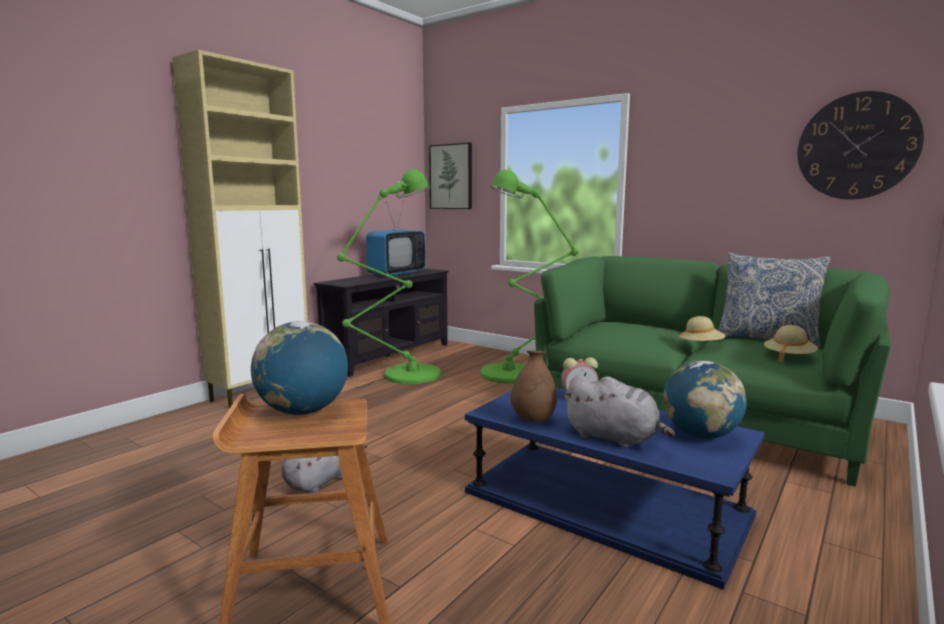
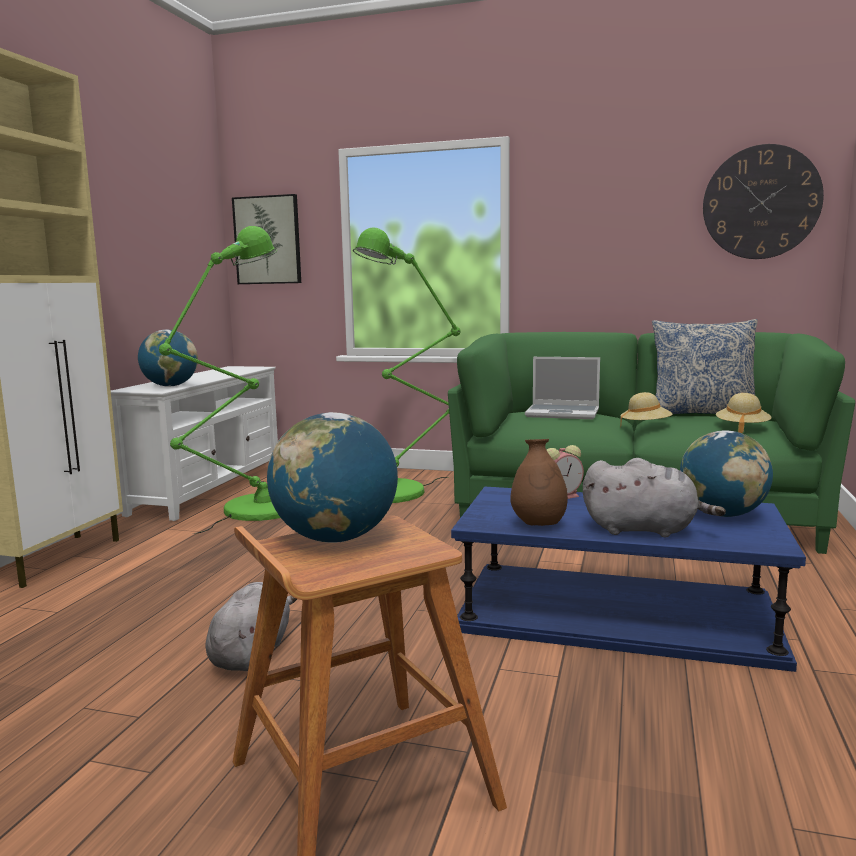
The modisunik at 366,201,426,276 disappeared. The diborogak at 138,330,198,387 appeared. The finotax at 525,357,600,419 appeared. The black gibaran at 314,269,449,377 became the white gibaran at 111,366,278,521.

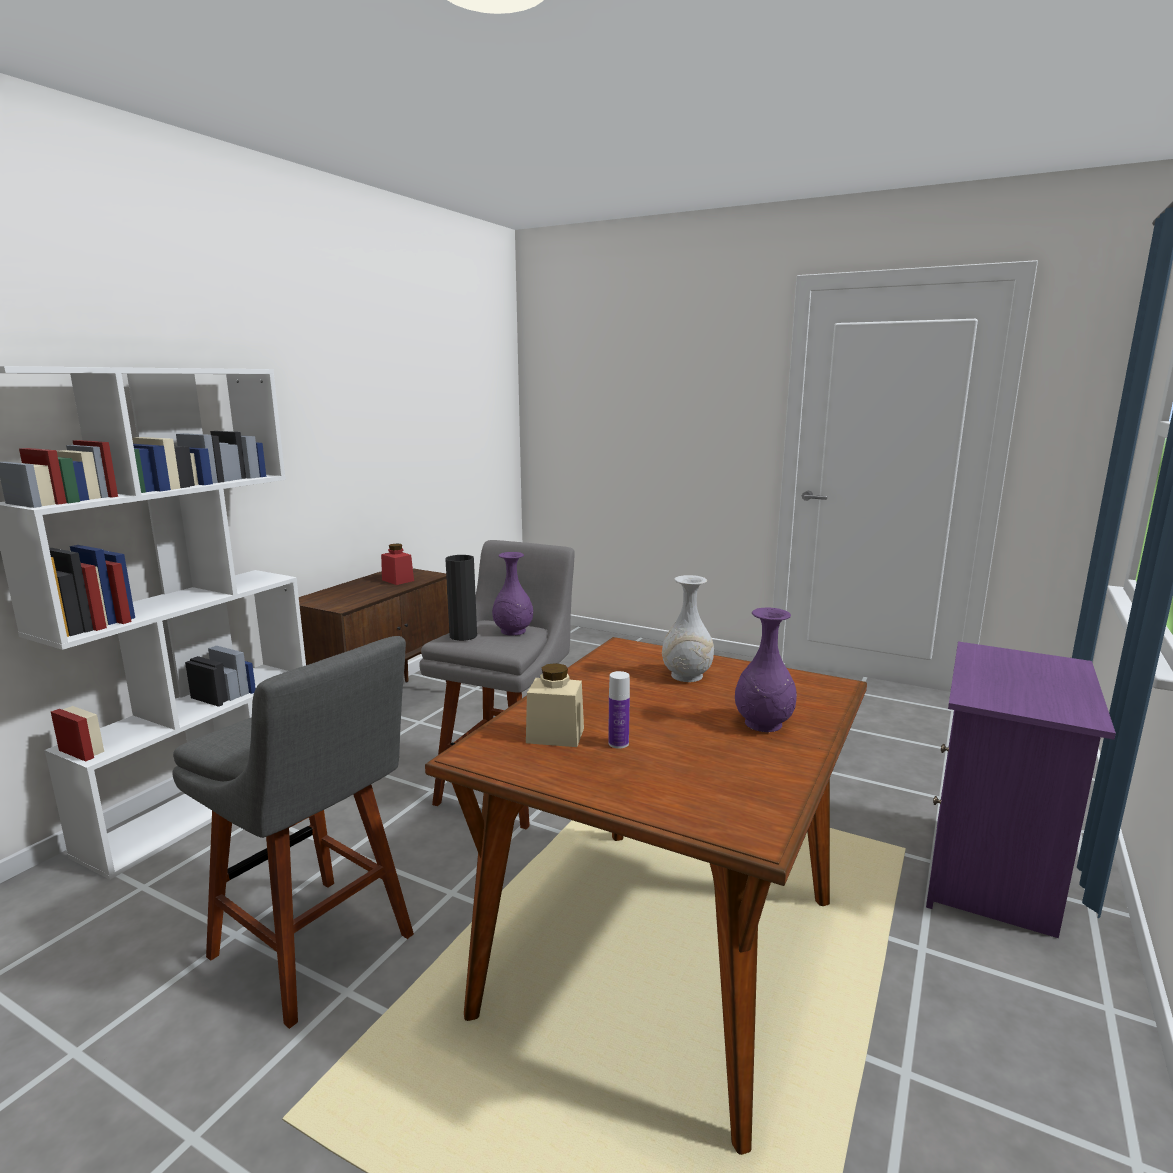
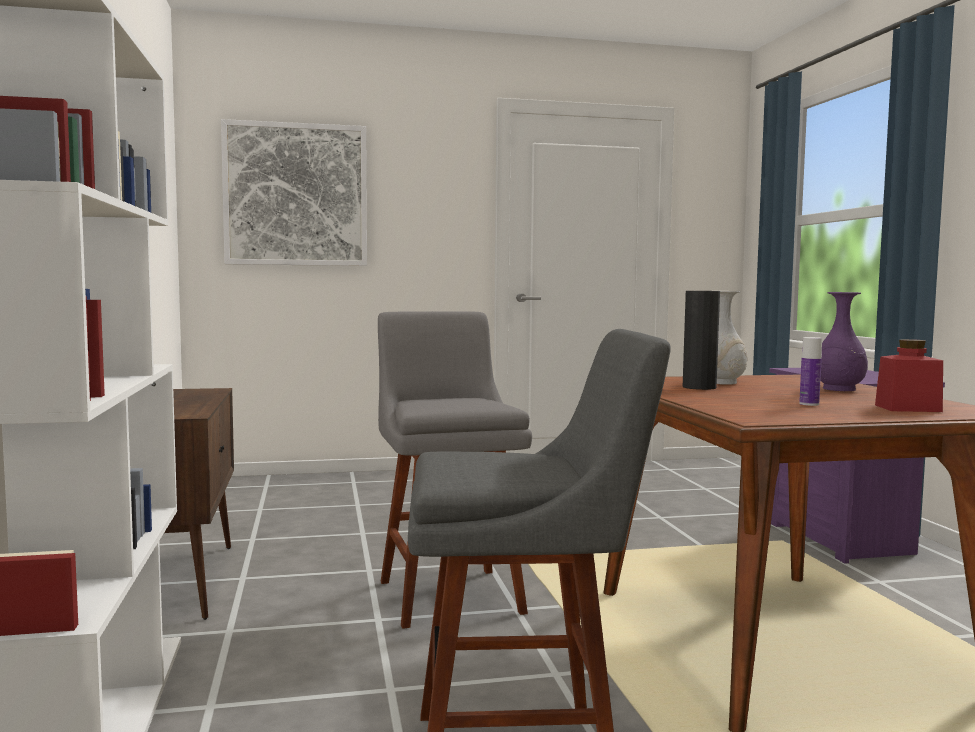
The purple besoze at 492,552,533,636 disappeared. The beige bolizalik at 526,663,584,747 disappeared. The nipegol at 221,119,367,266 appeared. The red bolizalik moved from 381,544,414,585 to 875,339,943,412. The black besoze moved from 445,555,477,641 to 683,291,720,390.

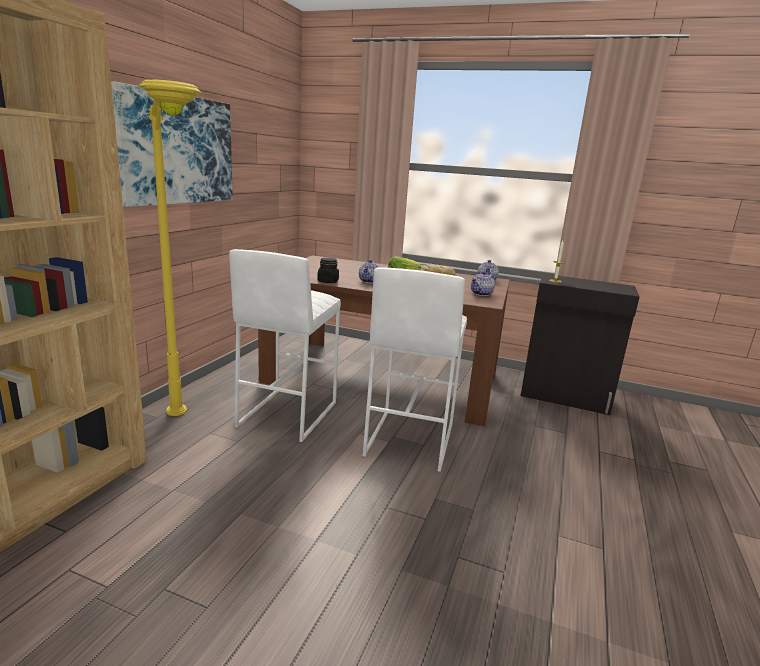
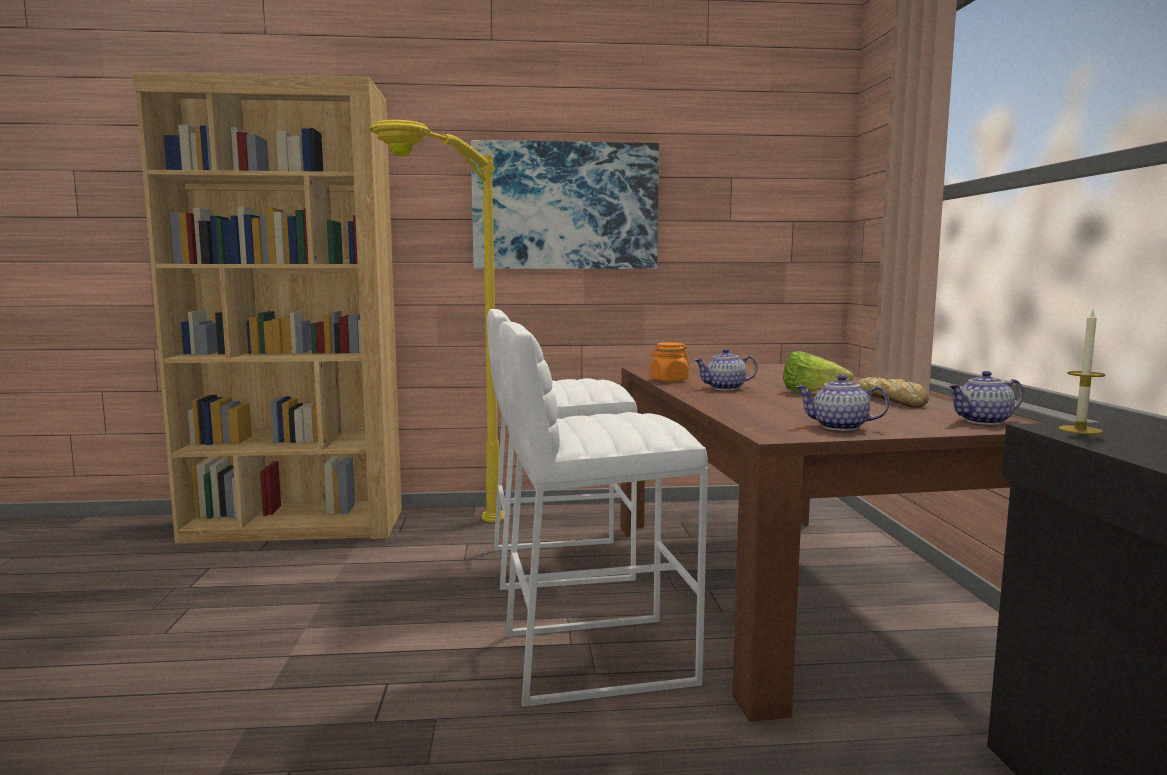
The black bolizalik at 317,258,339,283 became the orange bolizalik at 649,342,689,382.

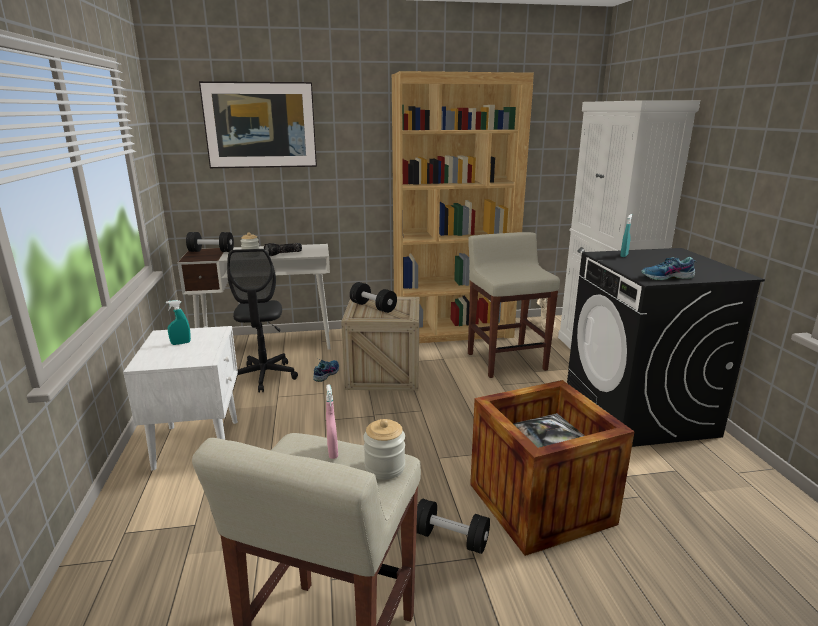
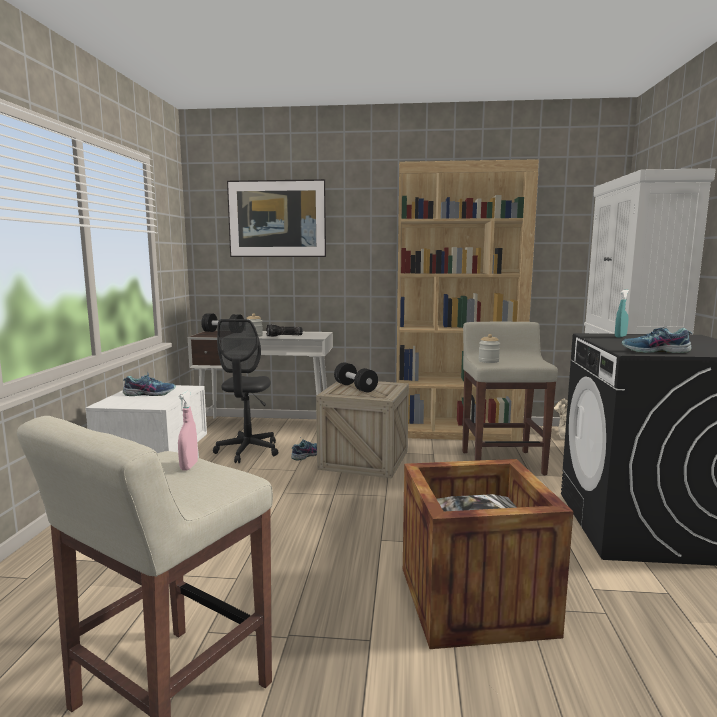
The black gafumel at 416,499,490,554 disappeared. The bolizalik moved from 363,419,405,480 to 478,334,500,363. The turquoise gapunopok at 166,300,191,345 was replaced by the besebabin at 123,374,176,396.

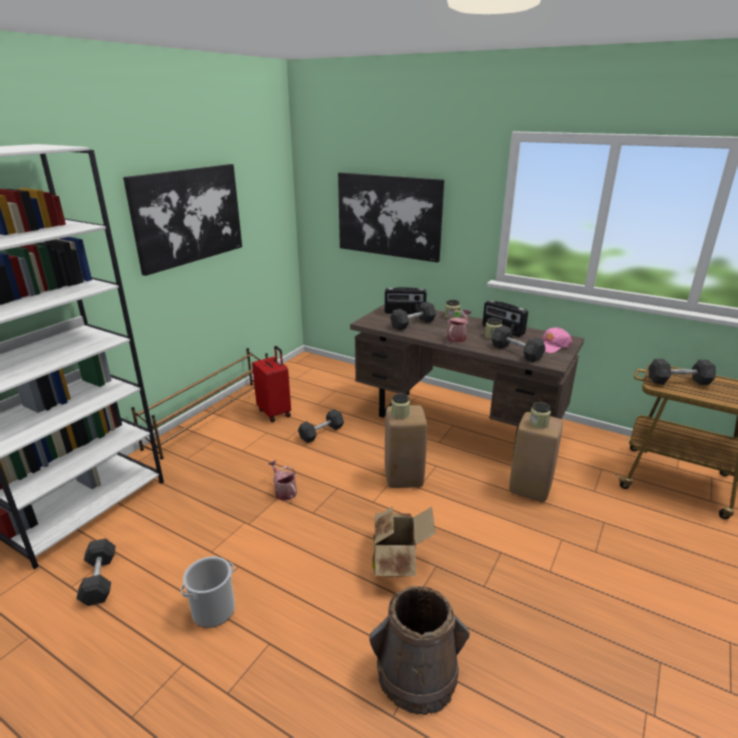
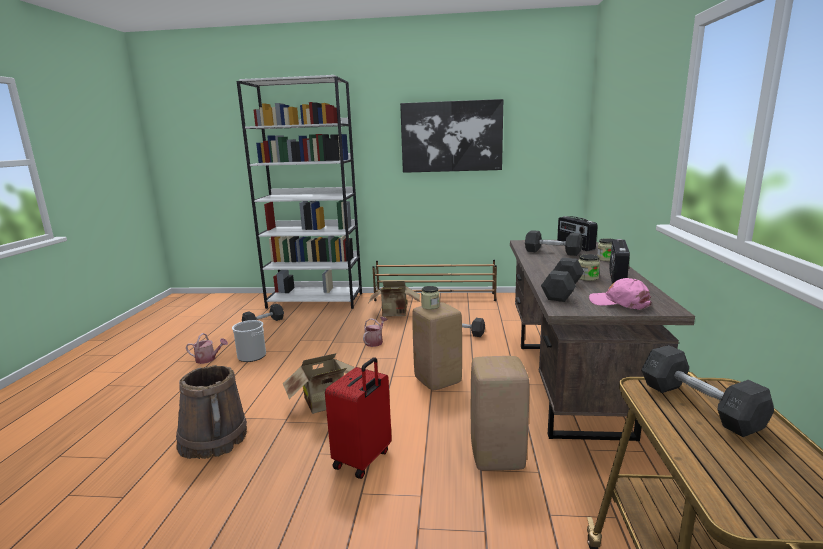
The nipegol at 338,172,444,263 disappeared. The bolizalik at 529,402,551,428 disappeared. The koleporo at 369,281,420,317 appeared. The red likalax moved from 252,346,291,422 to 325,357,392,479. The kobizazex moved from 447,310,471,343 to 186,333,228,364.

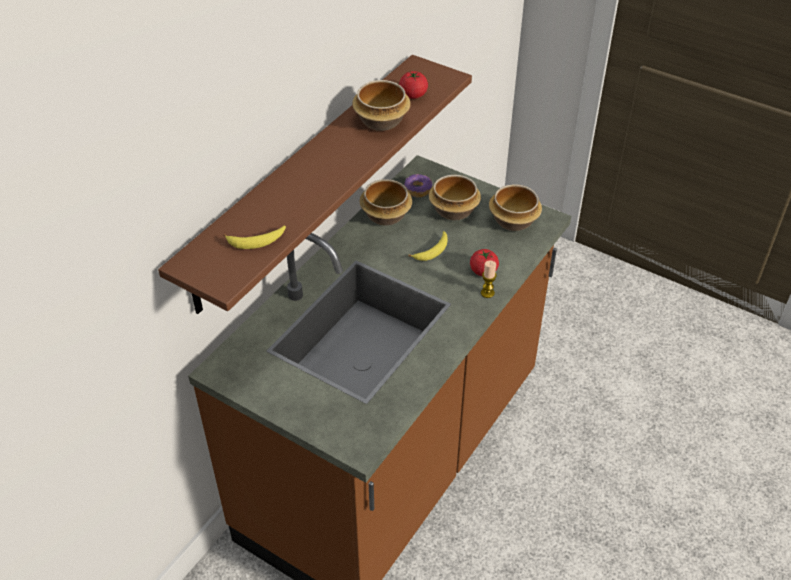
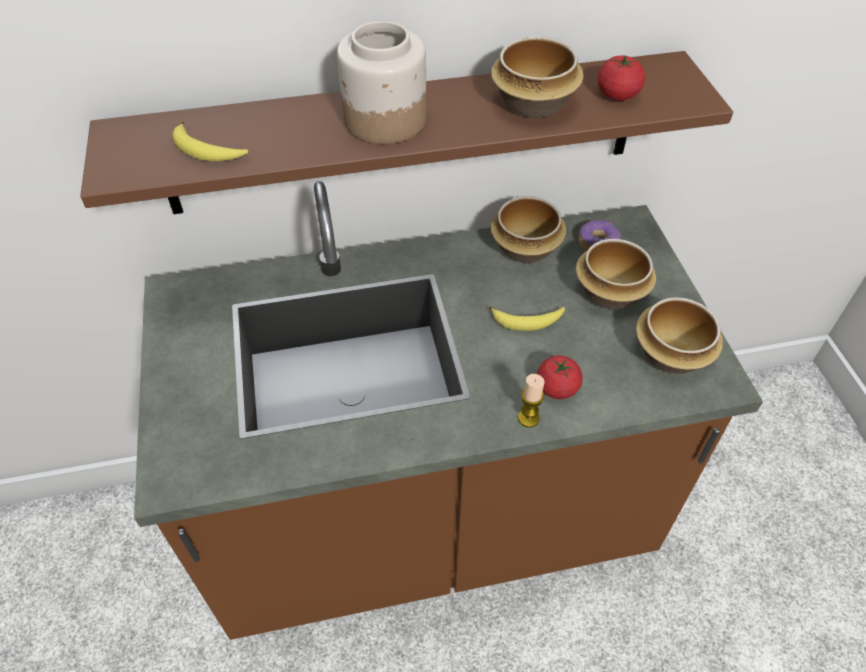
The bolizalik at 337,21,426,144 appeared.

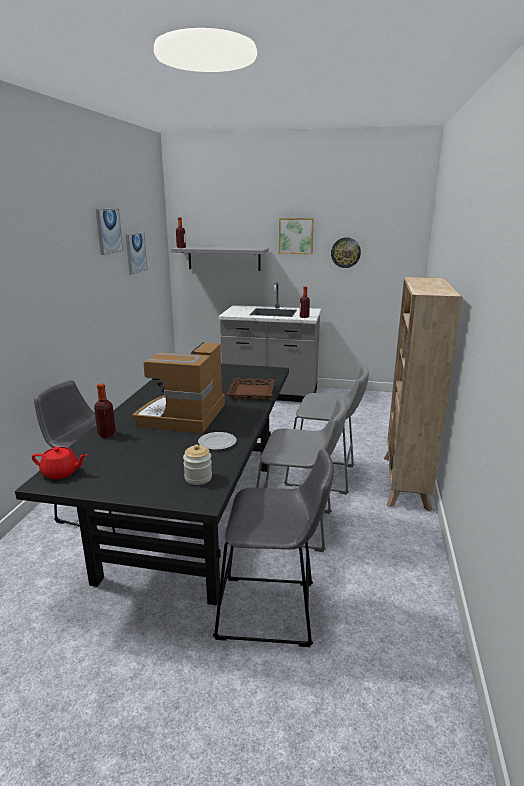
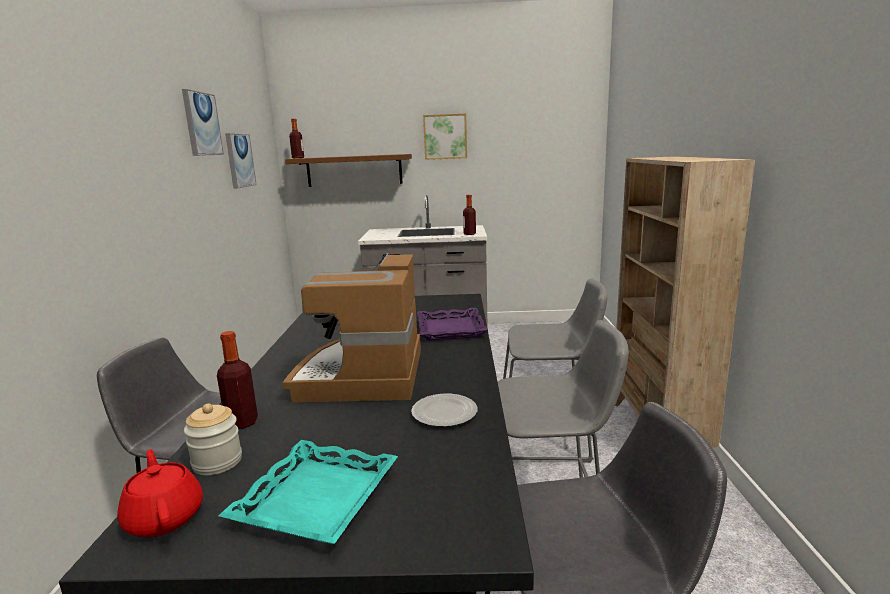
The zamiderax at 331,238,361,268 disappeared. The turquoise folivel at 218,440,398,544 appeared. The bolizalik moved from 183,444,212,485 to 184,404,242,475. The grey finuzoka at 171,247,269,271 became the brown finuzoka at 285,154,412,187. The brown folivel at 227,378,275,400 became the purple folivel at 417,308,488,340. The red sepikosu at 32,447,87,479 turned 120 degrees counterclockwise.

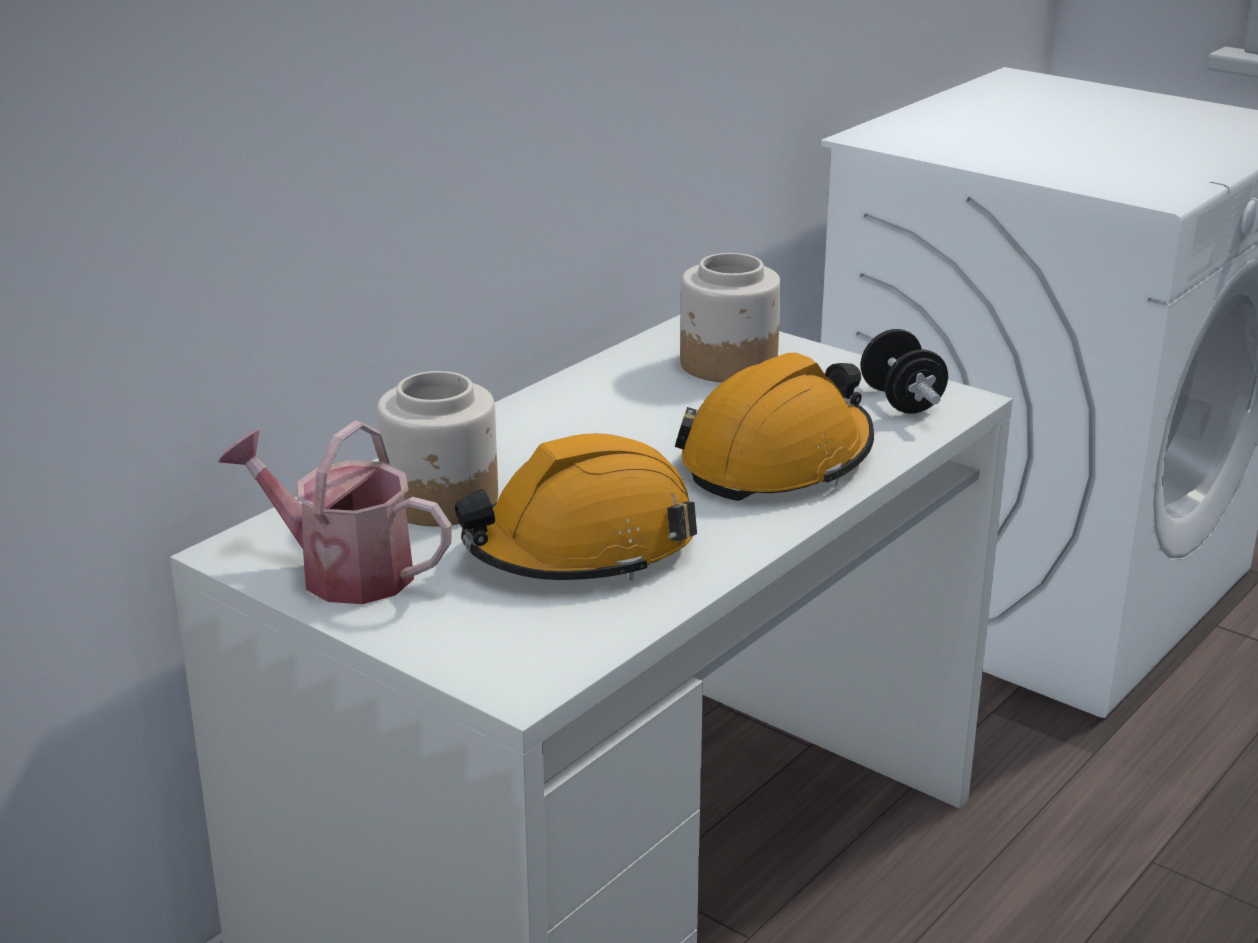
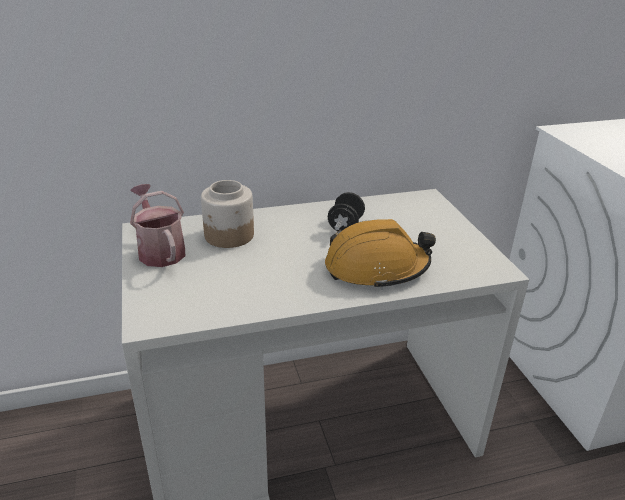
The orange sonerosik at 455,434,697,581 disappeared. The bolizalik at 680,253,781,383 disappeared. The black gafumel moved from 861,329,948,414 to 328,192,365,231.

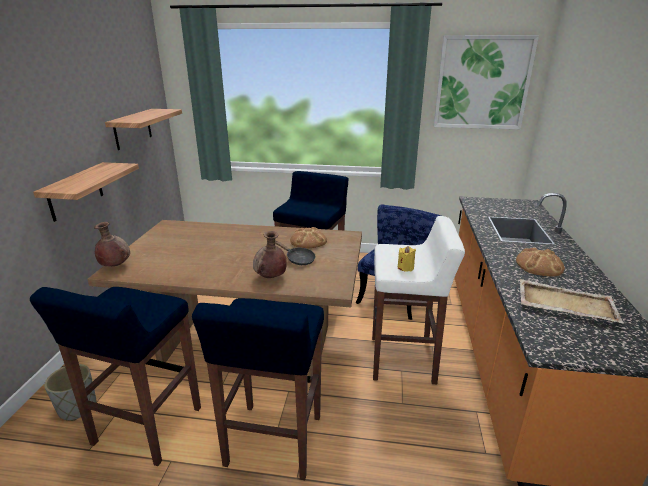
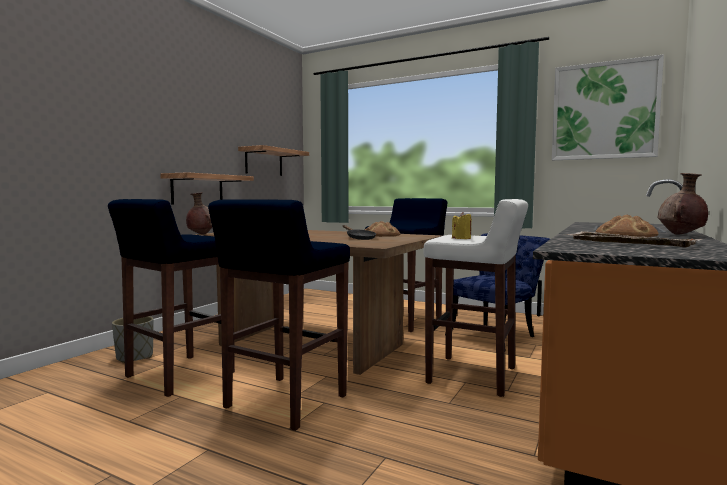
The brown besoze moved from 253,231,287,278 to 658,173,708,235.

